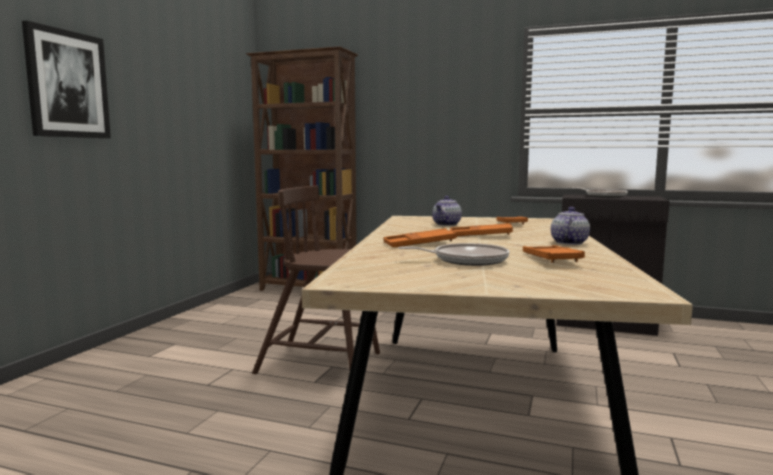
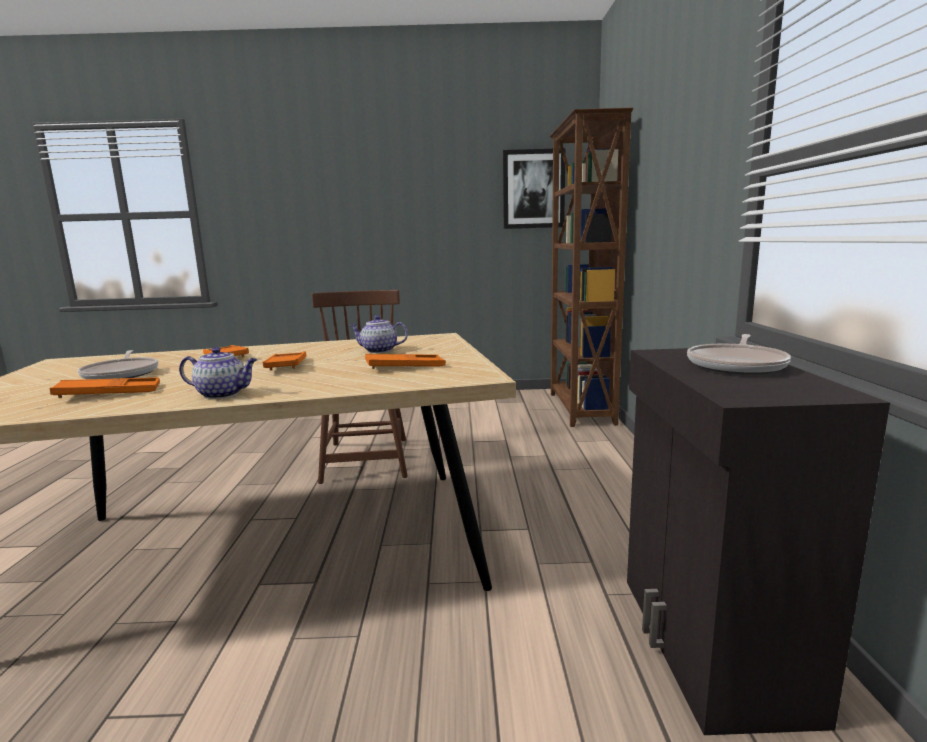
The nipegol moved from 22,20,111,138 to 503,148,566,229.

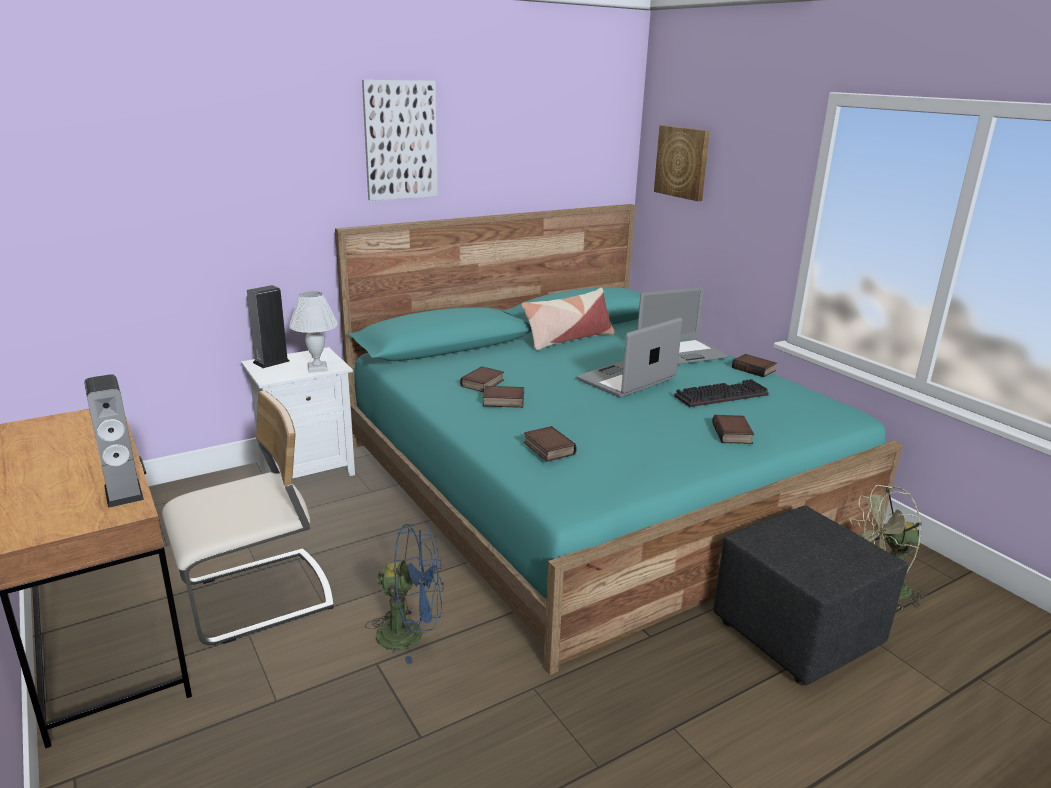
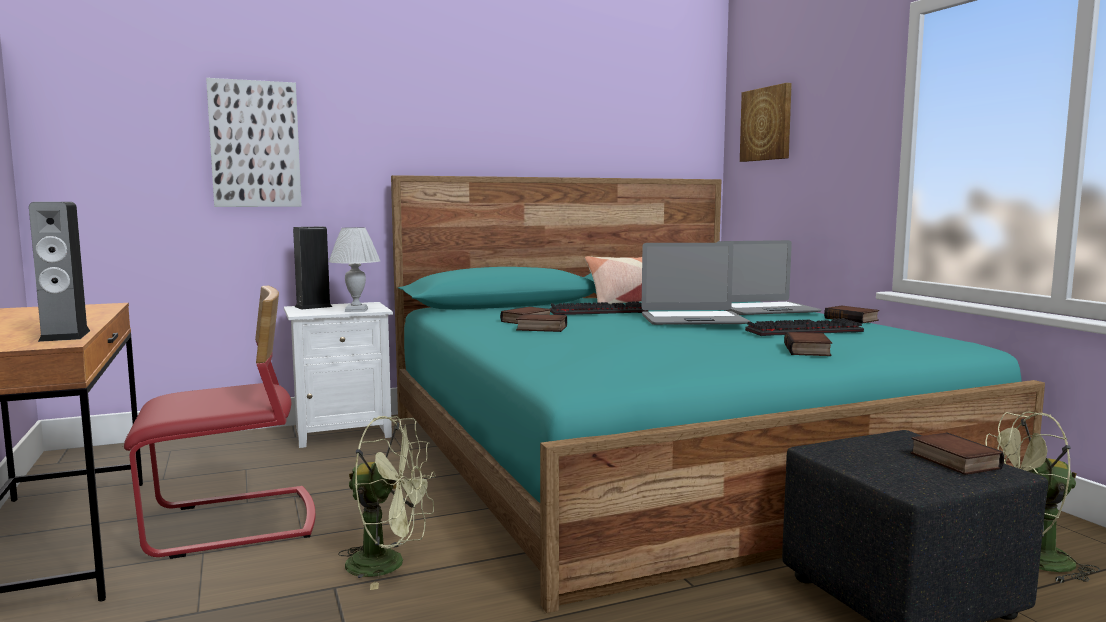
The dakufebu at 549,301,648,315 appeared. The nipegol moved from 362,80,438,201 to 206,78,302,207. The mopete moved from 524,426,577,462 to 911,433,1004,475. The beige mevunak at 162,390,334,645 became the red mevunak at 124,286,316,559. The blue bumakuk at 365,523,444,664 became the green bumakuk at 338,416,436,590. The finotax at 577,318,683,397 turned 150 degrees counterclockwise.

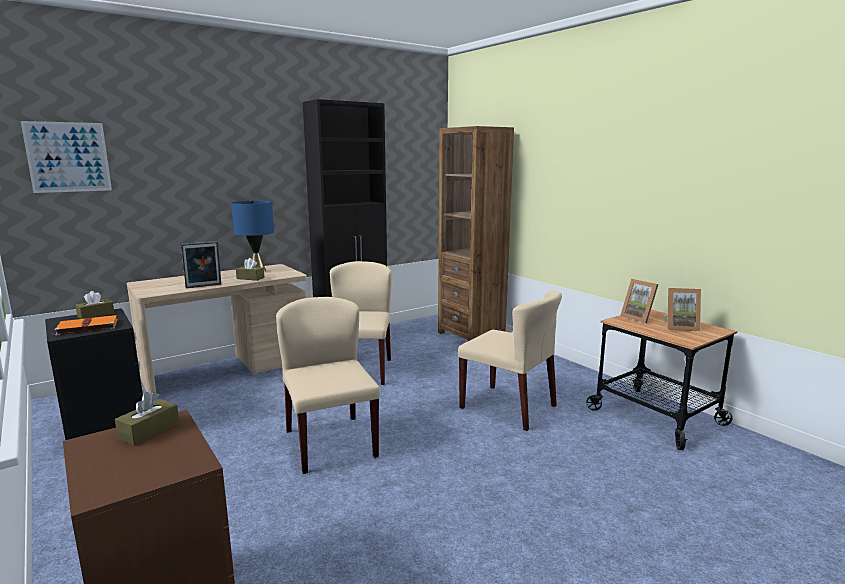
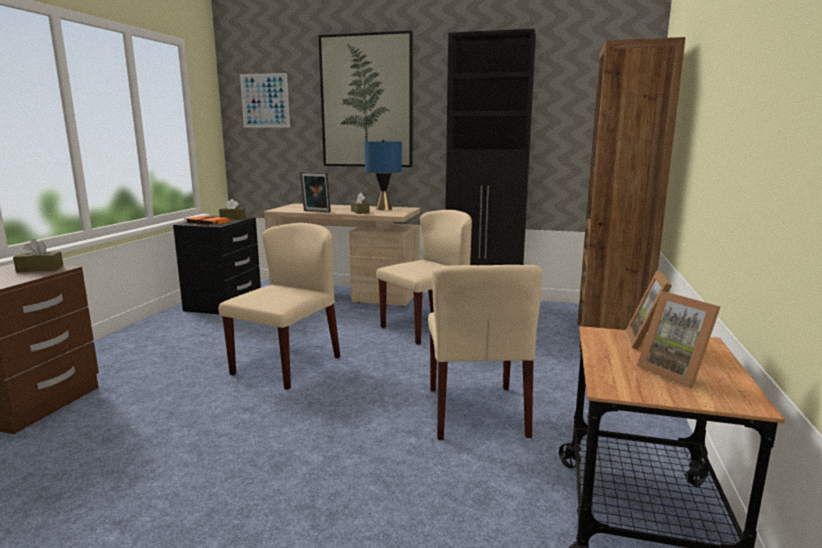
The nipegol at 319,31,413,167 appeared.

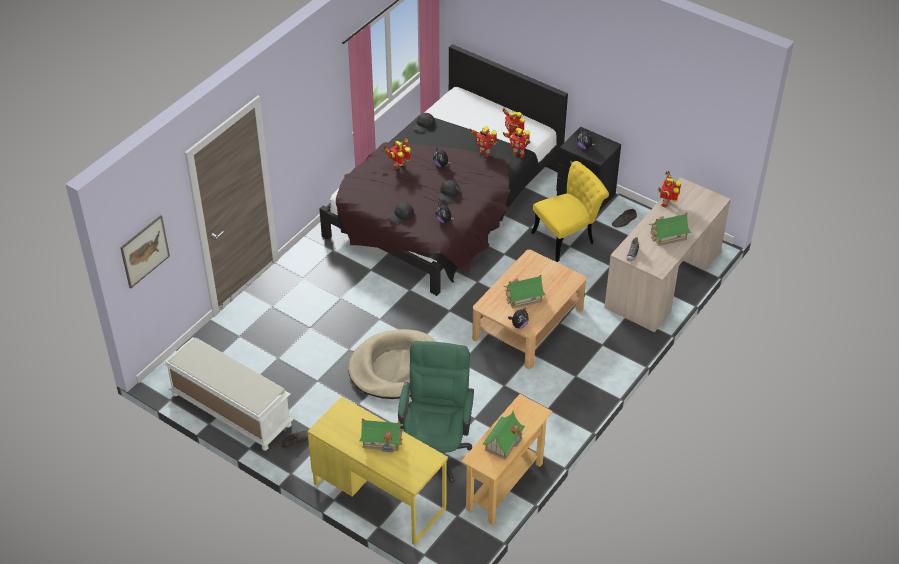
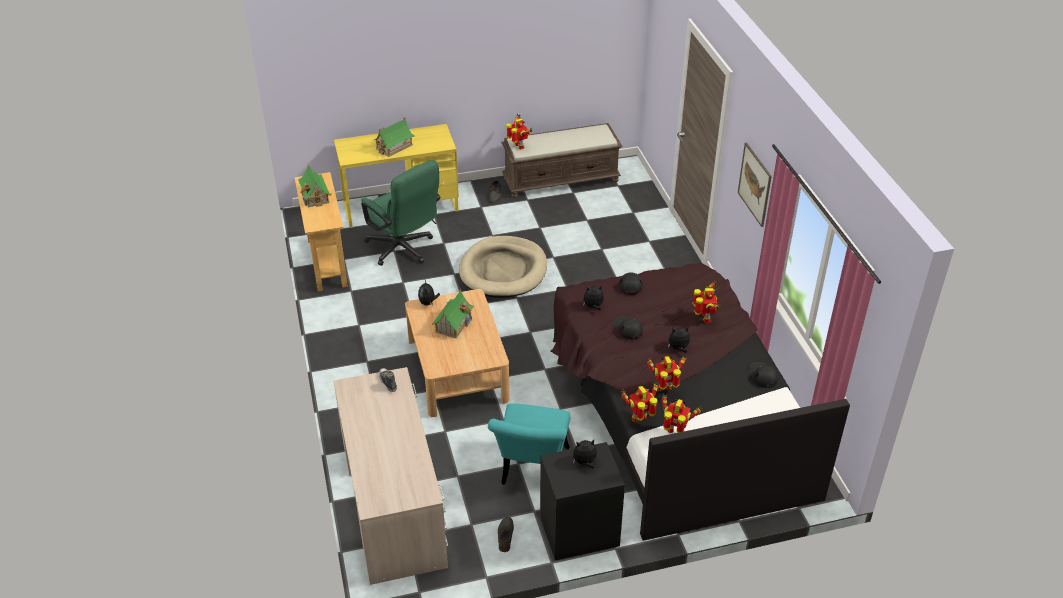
The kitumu at 649,212,691,246 disappeared. The nipegol moved from 120,215,170,289 to 738,142,772,227. The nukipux moved from 658,171,681,207 to 506,114,532,149. The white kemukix at 163,337,293,451 became the brown kemukix at 501,123,623,198. The yellow mevunak at 531,161,609,262 became the turquoise mevunak at 488,403,570,485.

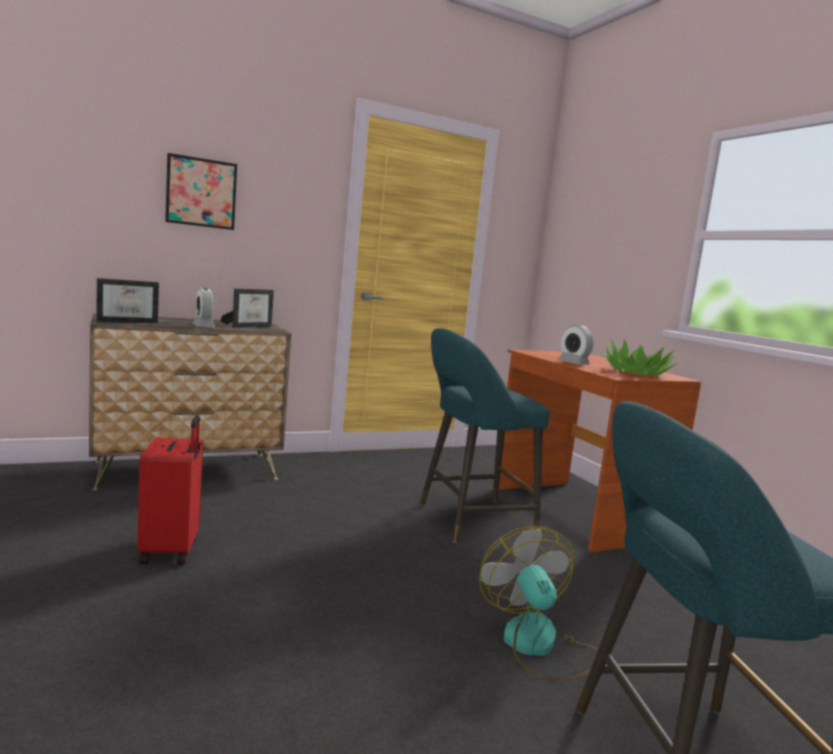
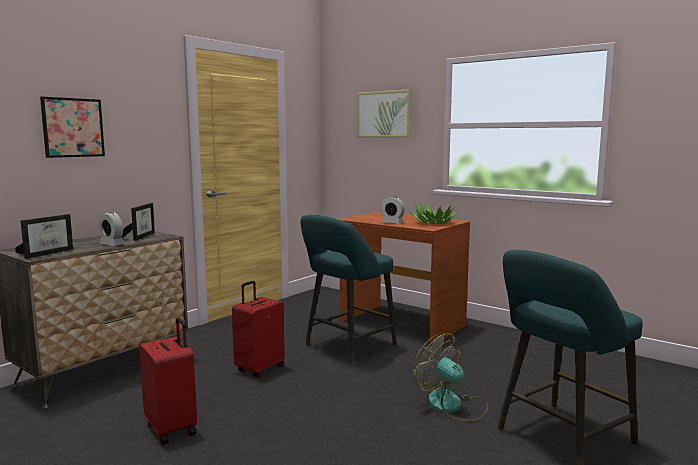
The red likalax at 232,281,285,378 appeared. The nipegol at 357,89,412,138 appeared.

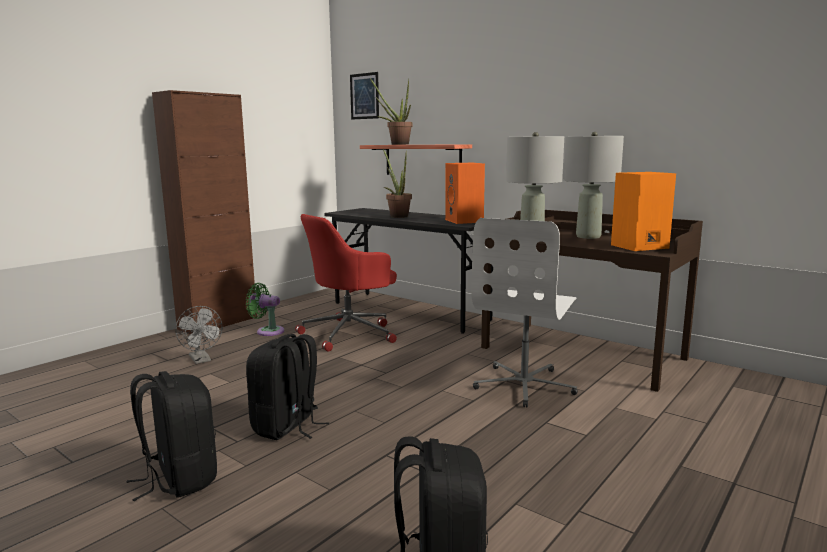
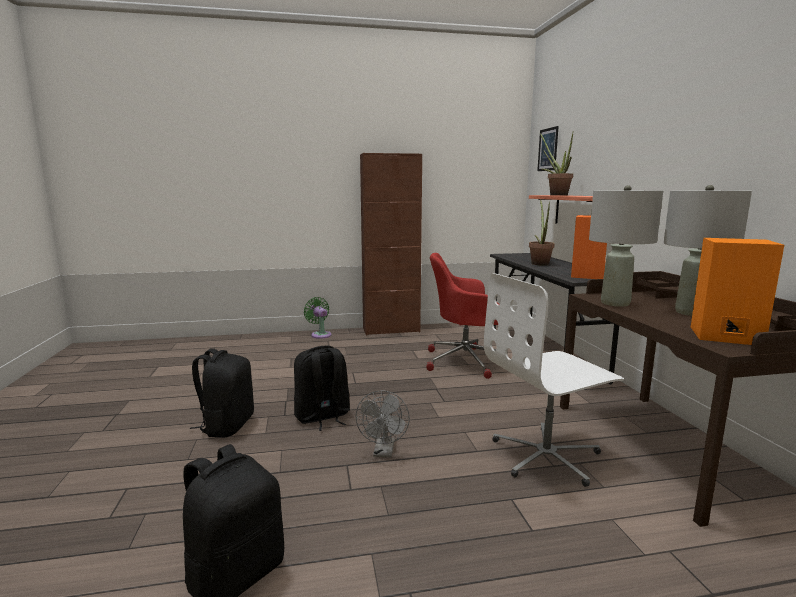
The grey bumakuk moved from 175,306,222,364 to 356,390,410,458. The green bumakuk moved from 246,283,284,336 to 304,297,332,339.

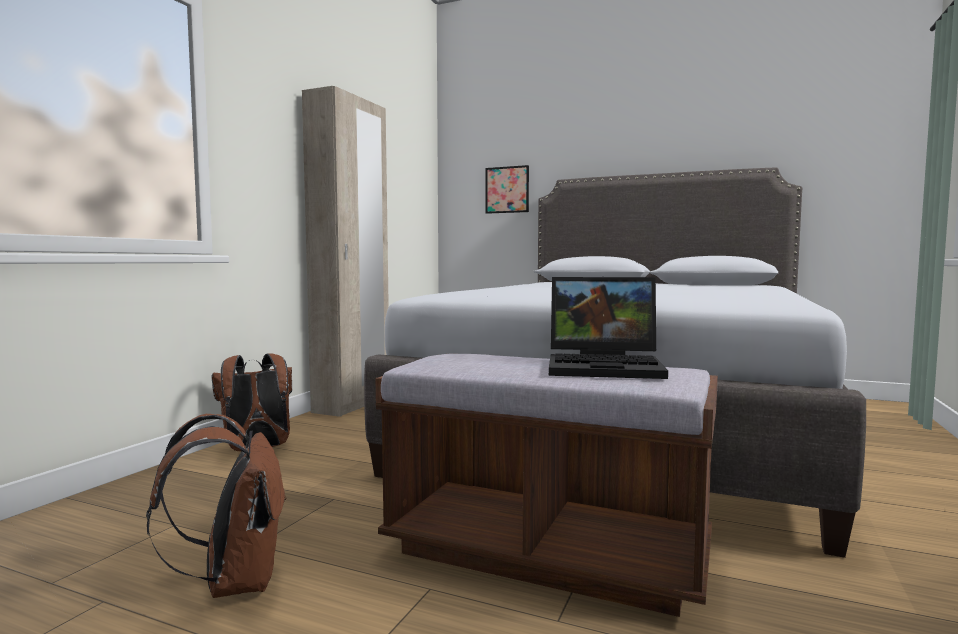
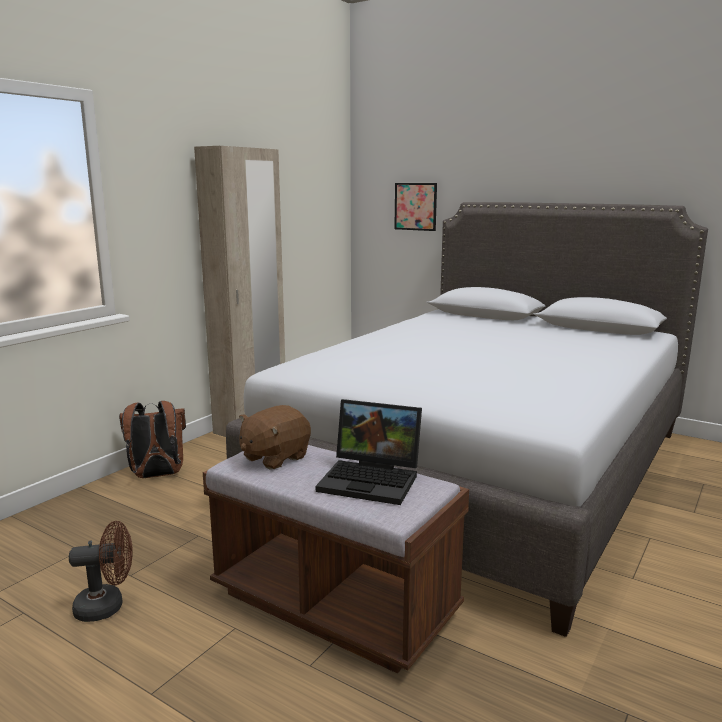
The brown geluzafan at 239,405,311,470 appeared. The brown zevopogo at 146,414,287,598 was replaced by the brown bumakuk at 69,521,133,622.

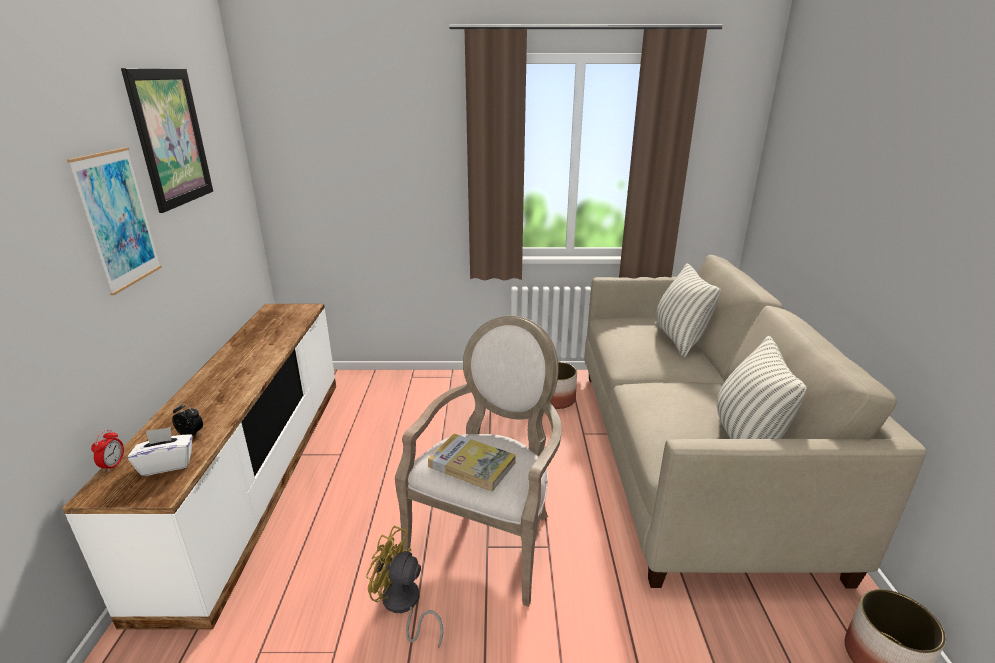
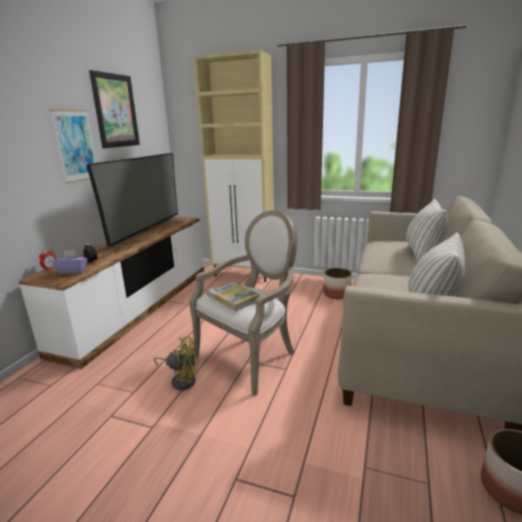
The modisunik at 86,153,182,249 appeared. The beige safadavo at 194,50,274,282 appeared. The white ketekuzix at 127,427,193,476 became the purple ketekuzix at 52,250,87,274. The yellow bumakuk at 366,526,444,648 turned 150 degrees clockwise.

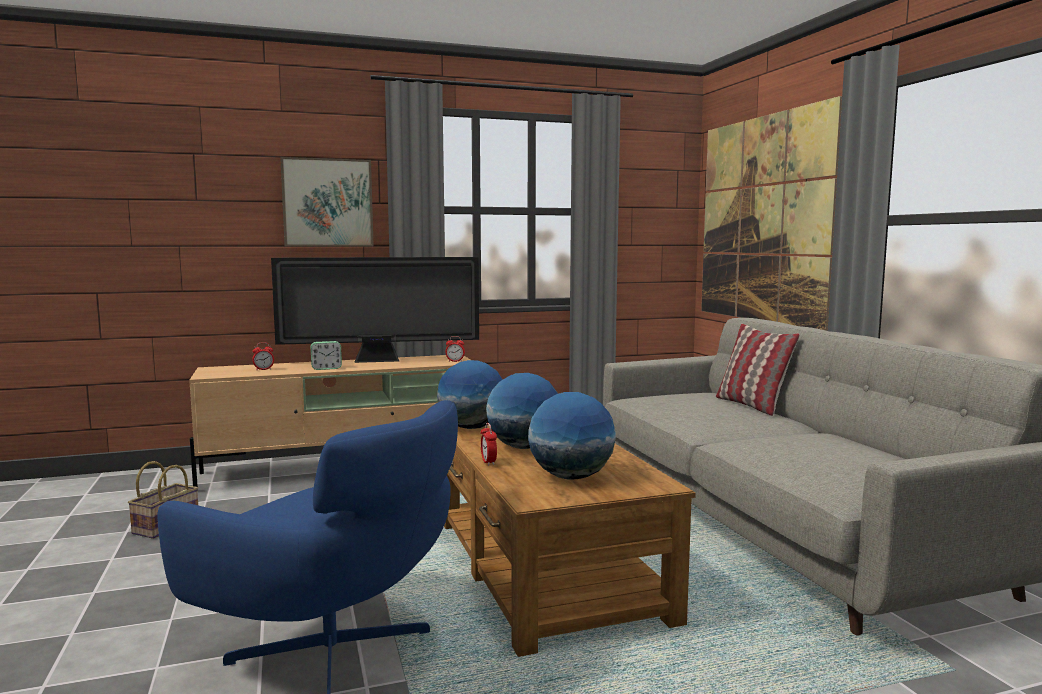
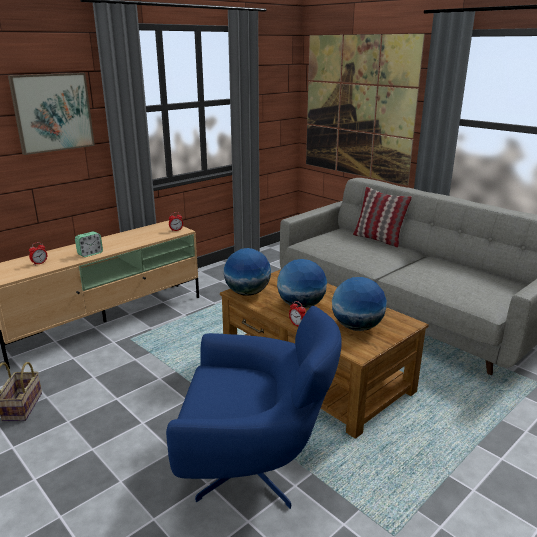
The modisunik at 271,257,479,363 disappeared.

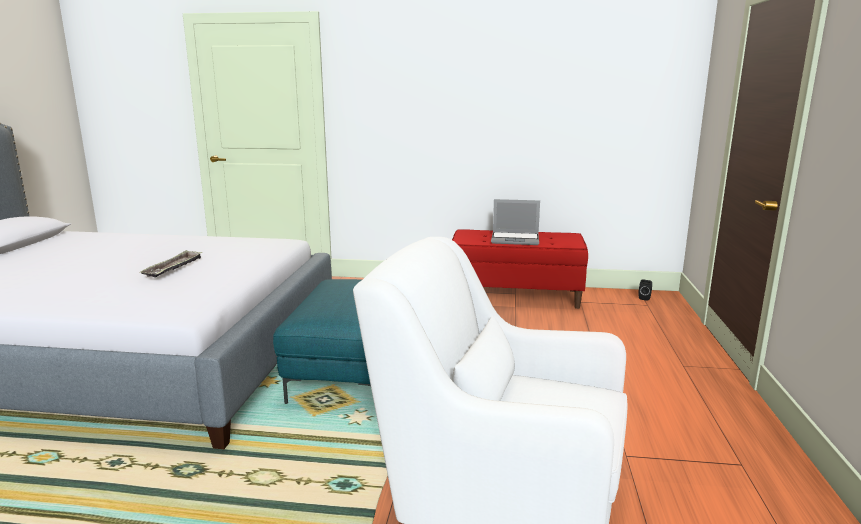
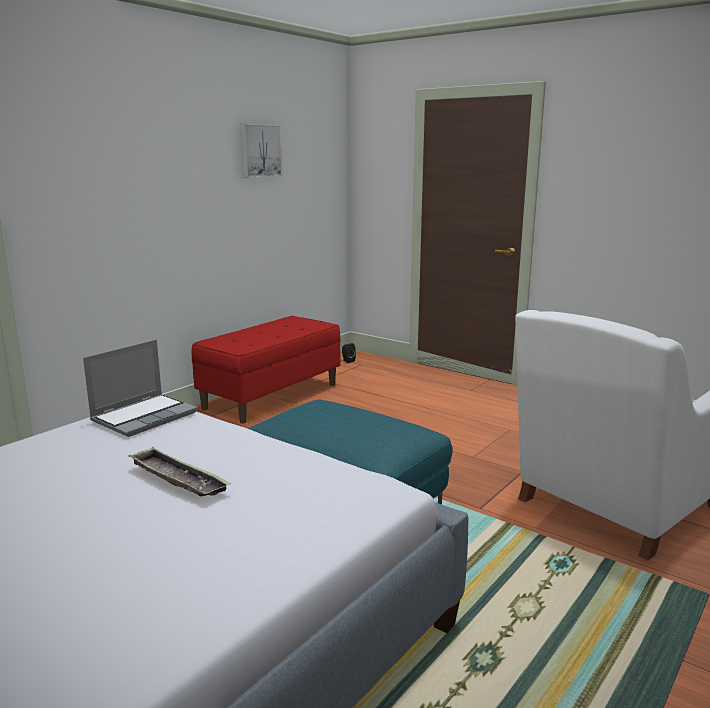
The nipegol at 240,124,283,178 appeared. The finotax moved from 491,199,540,245 to 83,340,198,437.

